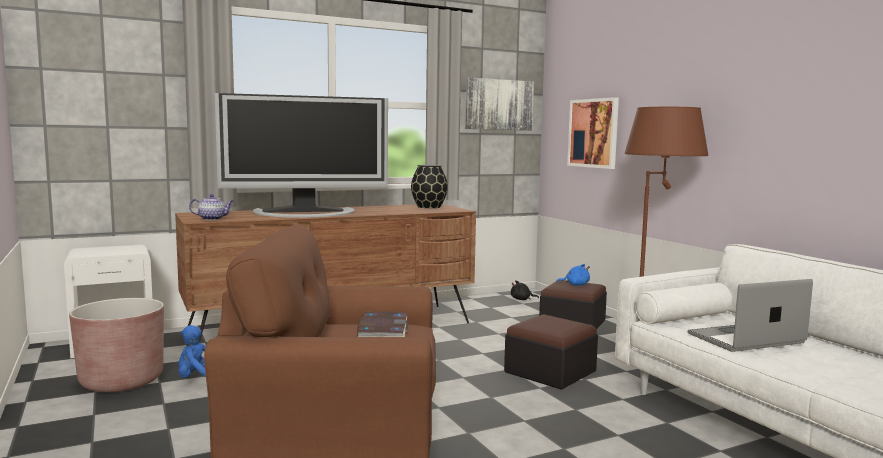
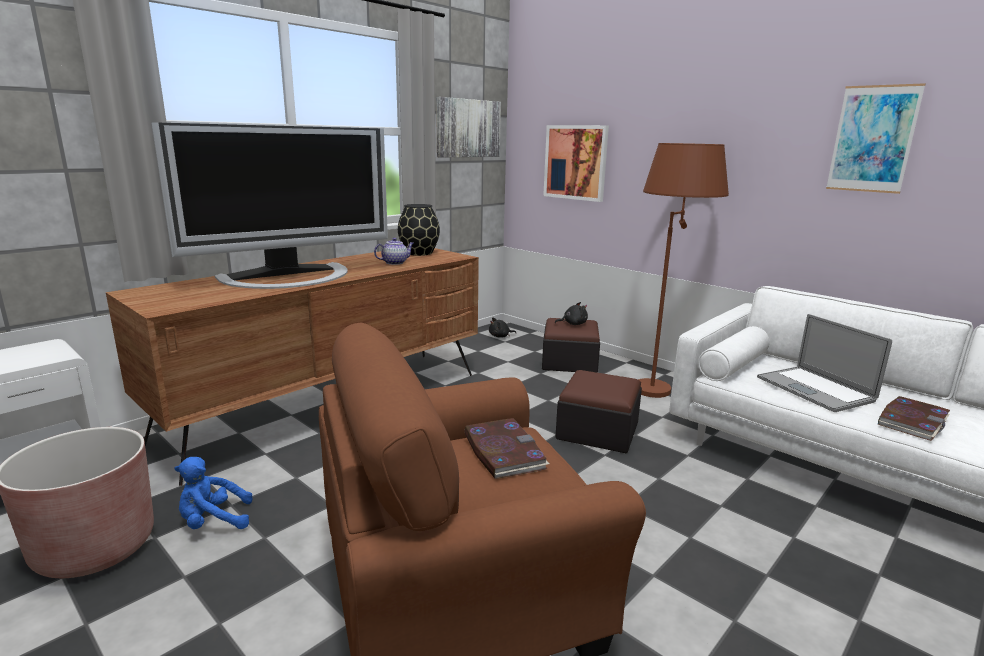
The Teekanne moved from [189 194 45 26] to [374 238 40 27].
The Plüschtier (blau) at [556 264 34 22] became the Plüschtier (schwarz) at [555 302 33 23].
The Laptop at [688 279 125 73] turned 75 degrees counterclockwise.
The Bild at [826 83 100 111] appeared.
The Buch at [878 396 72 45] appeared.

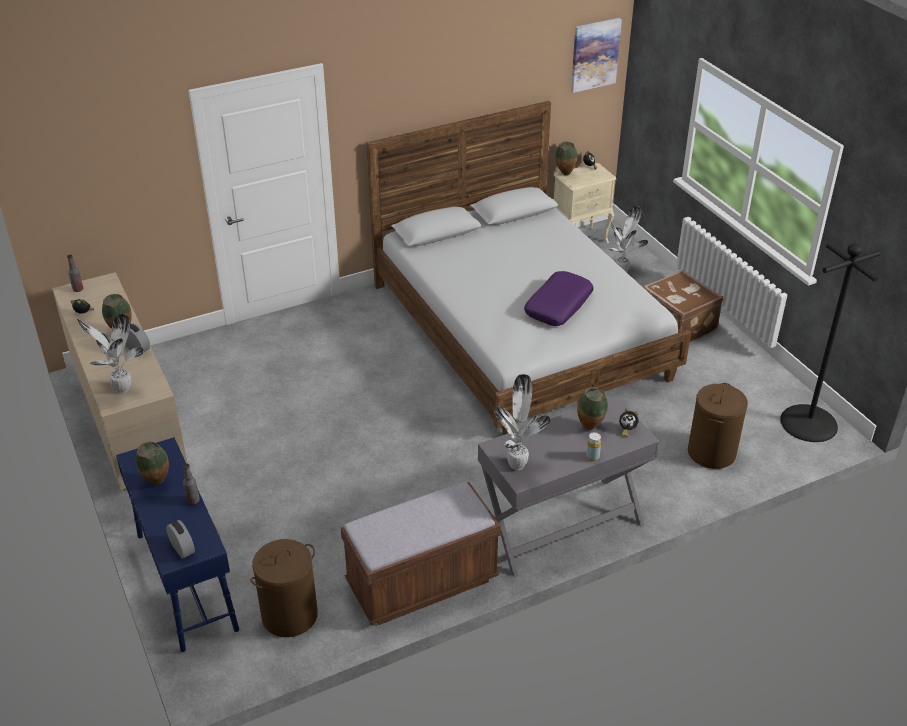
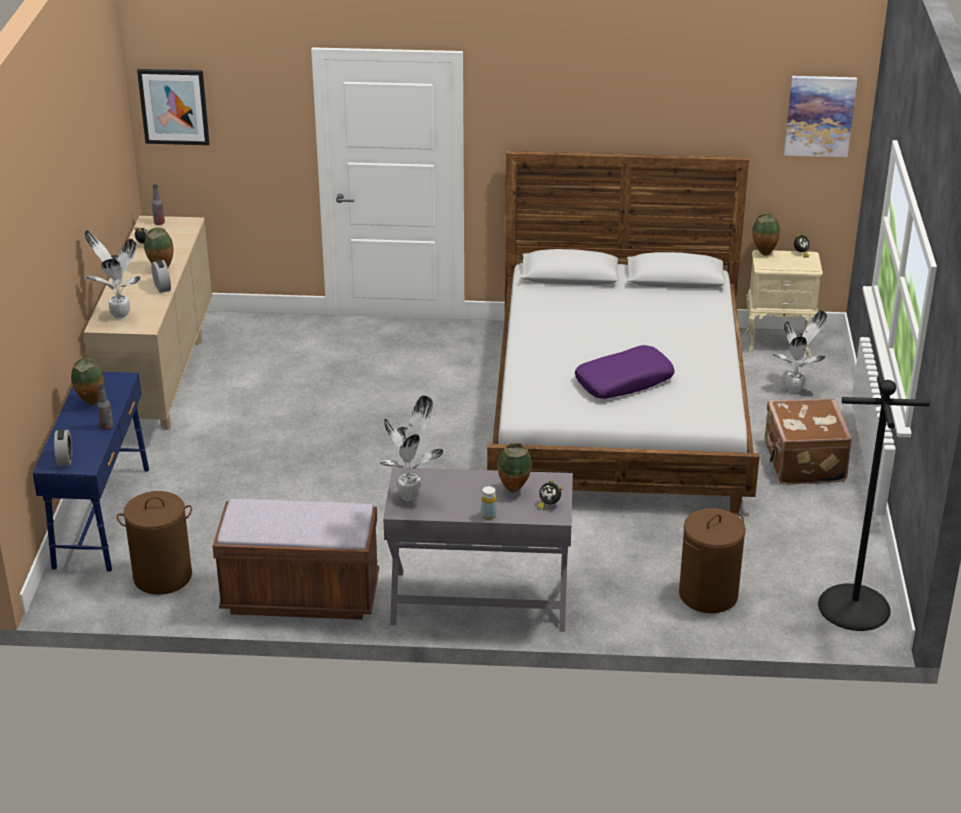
The Bild at [137 69 73 76] appeared.

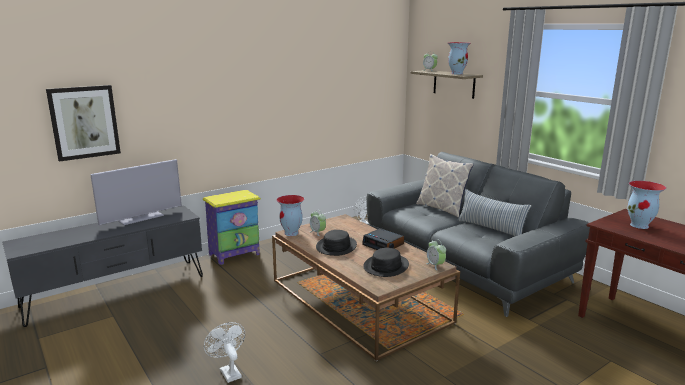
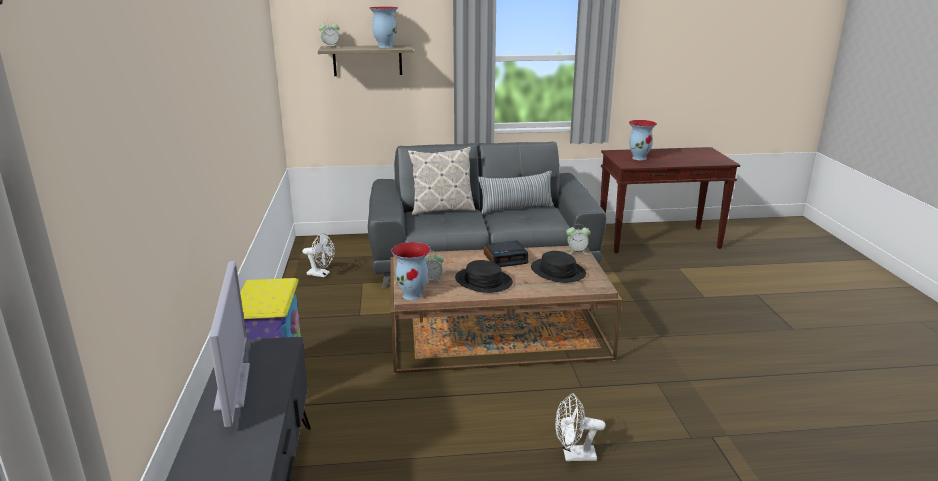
The Bild at [46 85 75 77] disappeared.

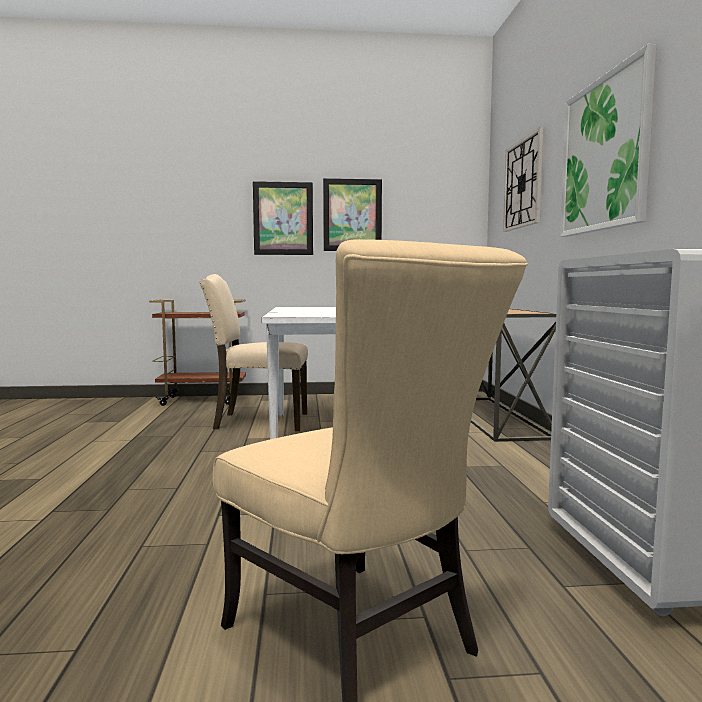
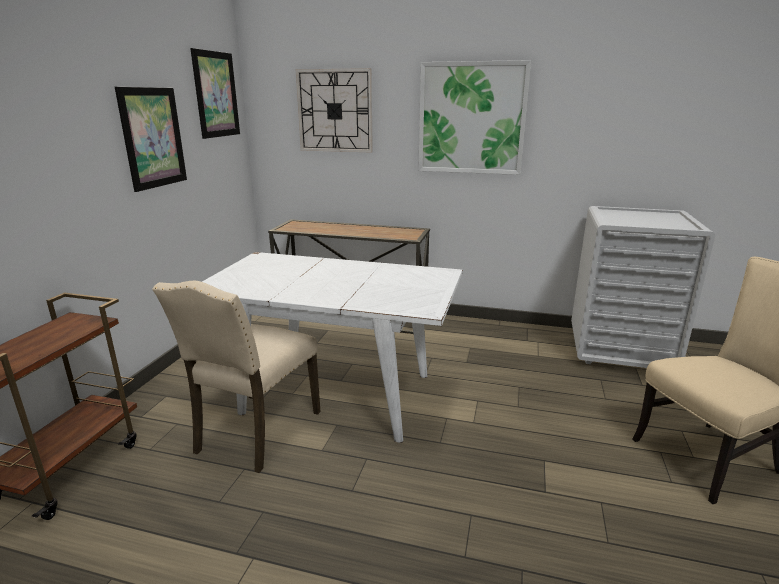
The Bild moved from [253 181 60 74] to [190 48 50 91].

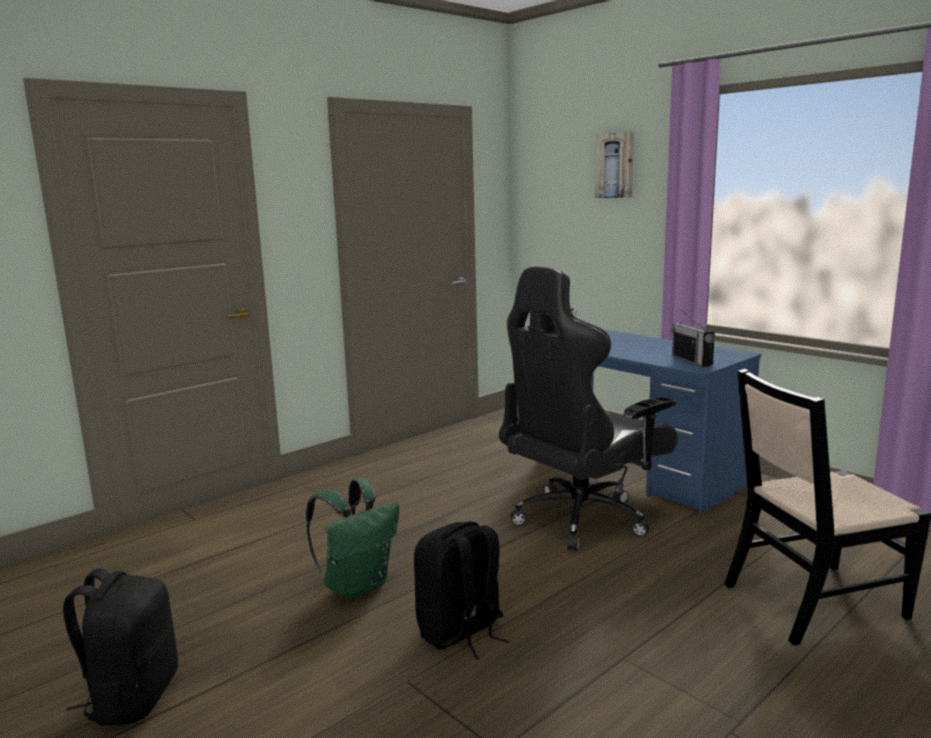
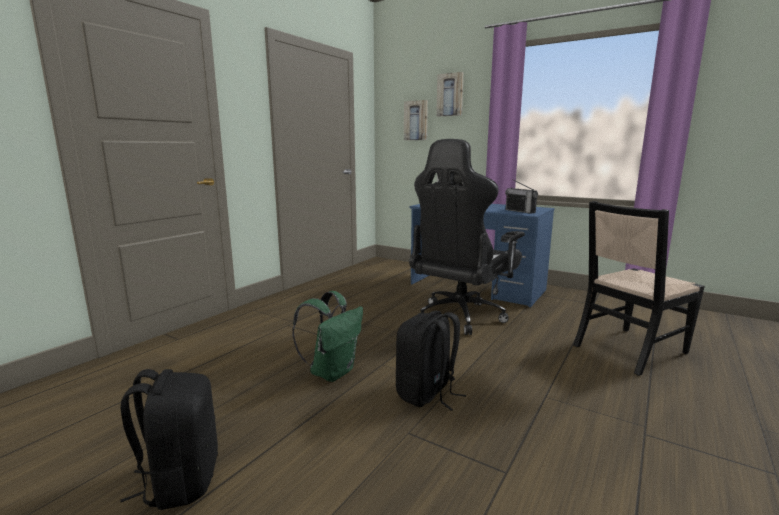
The Bild at [404 100 24 40] appeared.

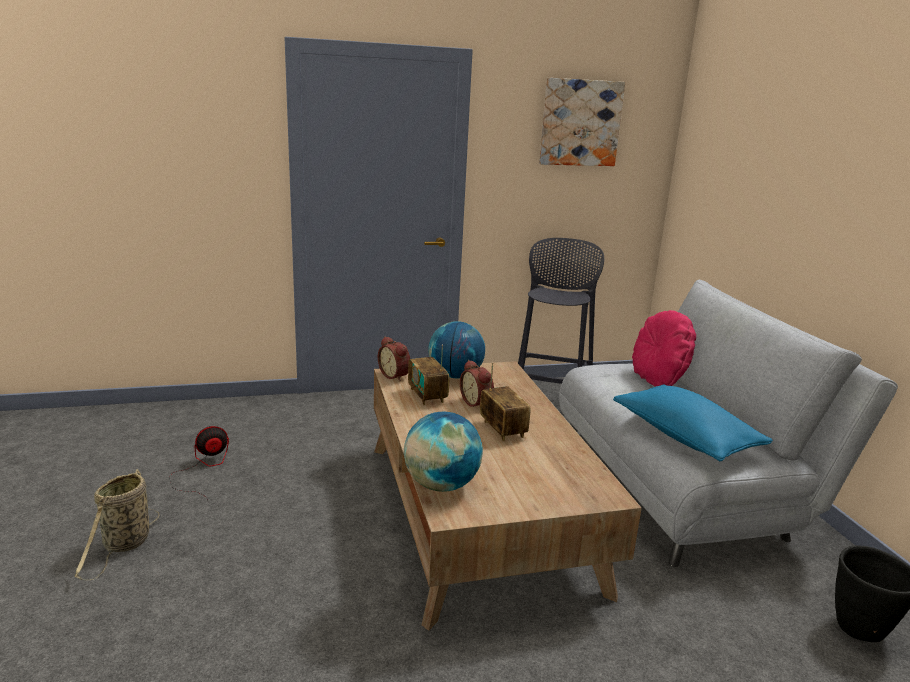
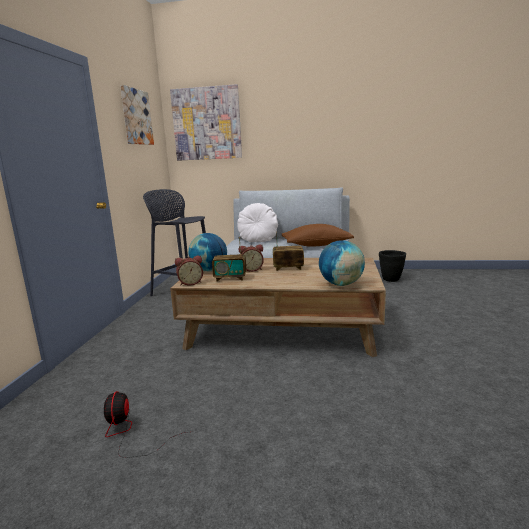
The Korb at [75 469 84 111] disappeared.
The Kissen (blau) at [613 385 160 76] became the Kissen (braun) at [282 224 72 23].
The Kissen (rosa) at [632 310 64 77] became the Kissen (weiß) at [237 203 41 39].
The Bild at [170 84 72 77] appeared.

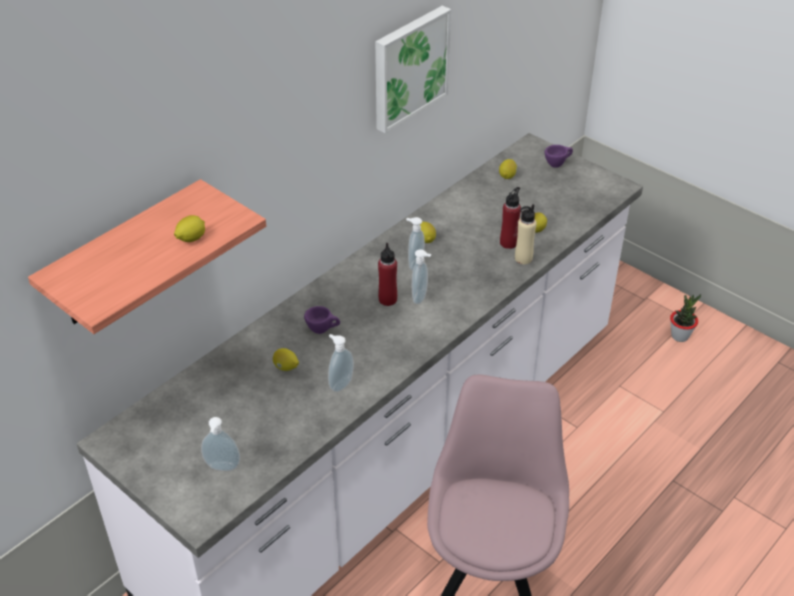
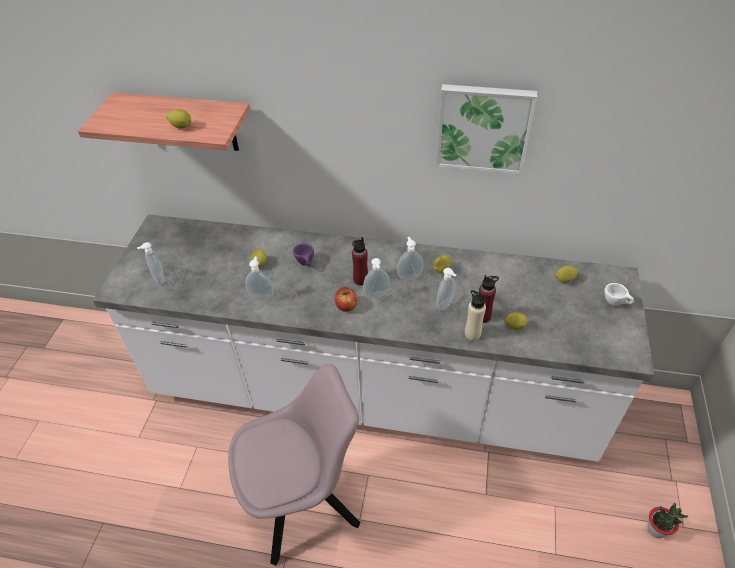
The Tasse (lila) at [545 145 28 23] became the Tasse (weiß) at [605 283 29 23].
The Apfel at [334 287 23 25] appeared.
The Seifenspender at [436 268 21 43] appeared.

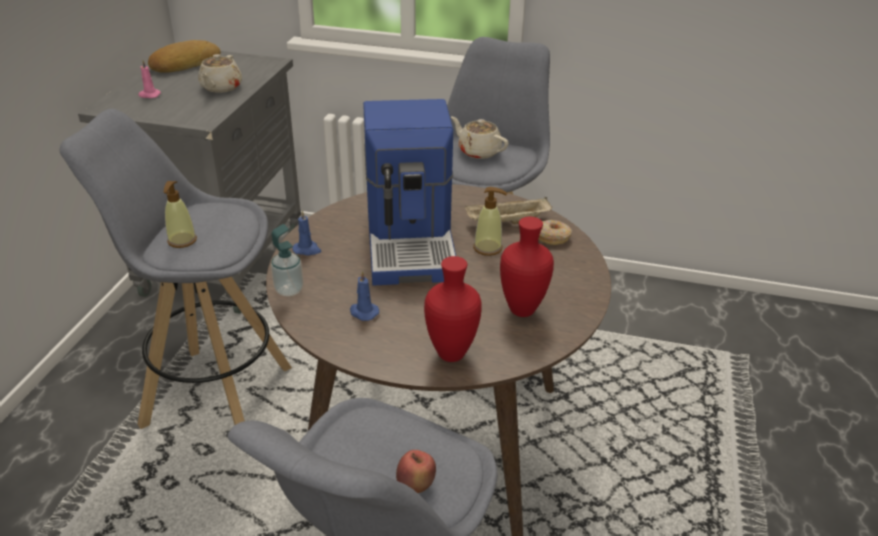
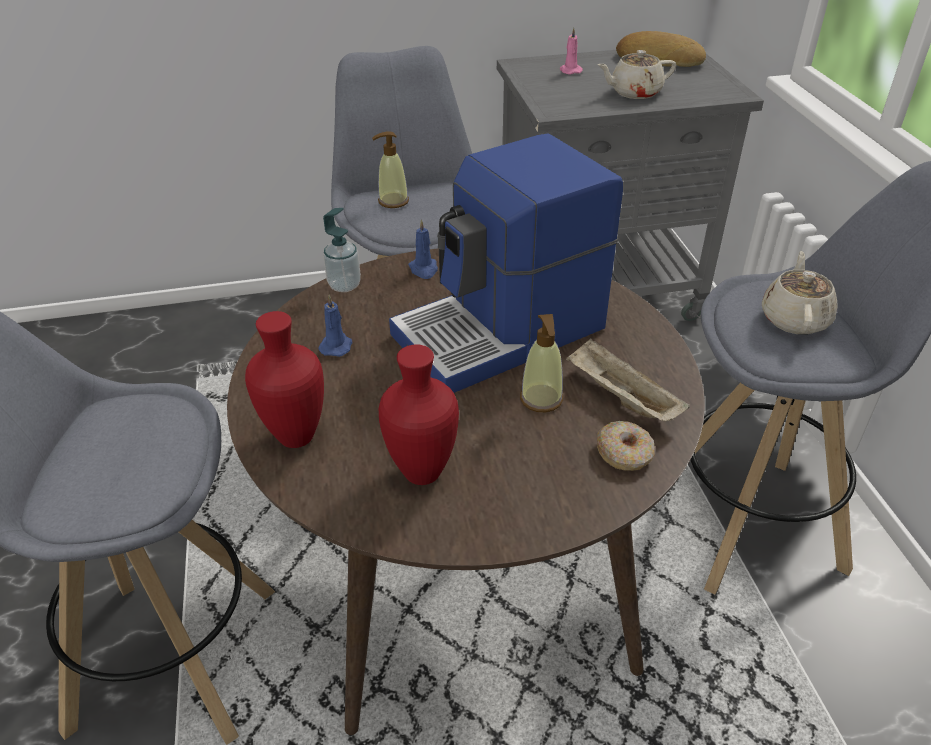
The Apfel at [396 450 40 43] disappeared.

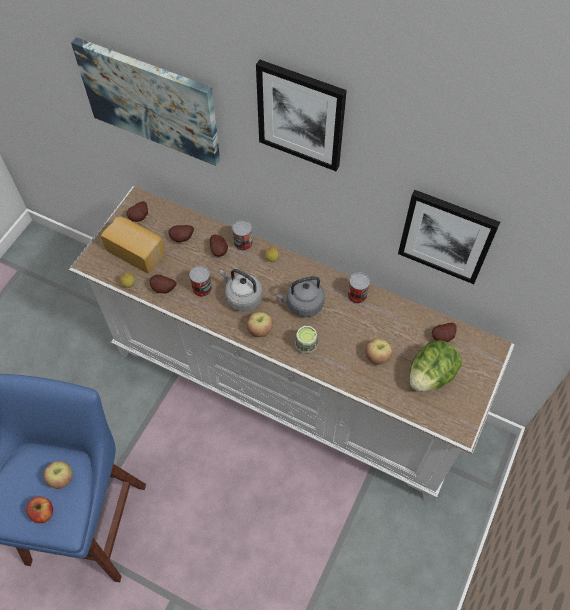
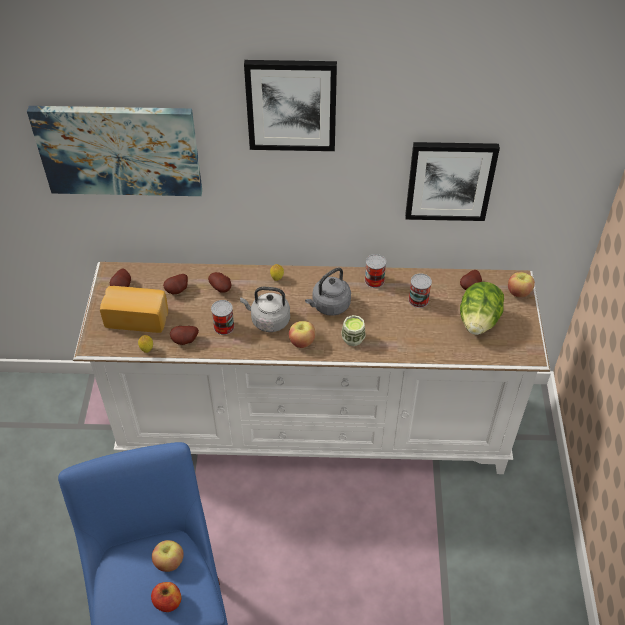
The Dose moved from [232 220 21 31] to [408 273 24 35].
The Apfel moved from [365 338 27 27] to [508 272 27 26].

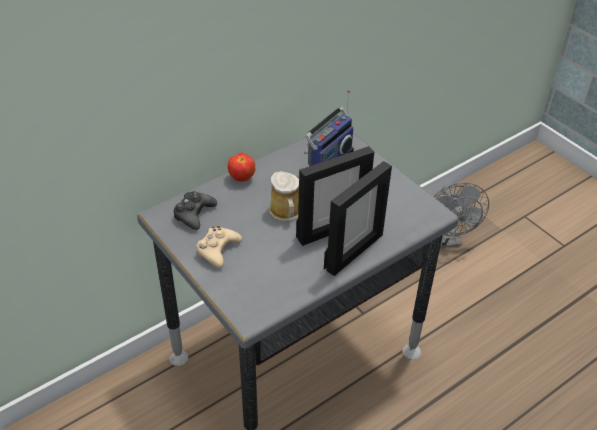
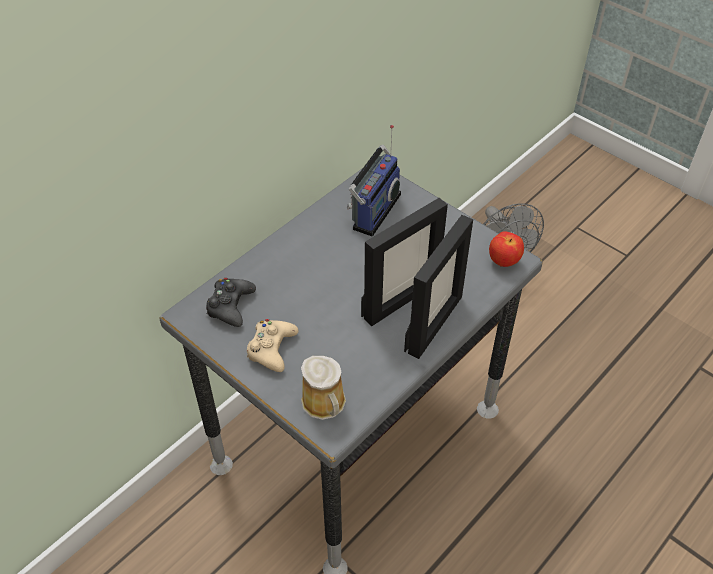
The Apfel moved from [228 153 27 28] to [489 231 35 36].
The Henkelbecher moved from [269 171 30 50] to [301 356 45 64].

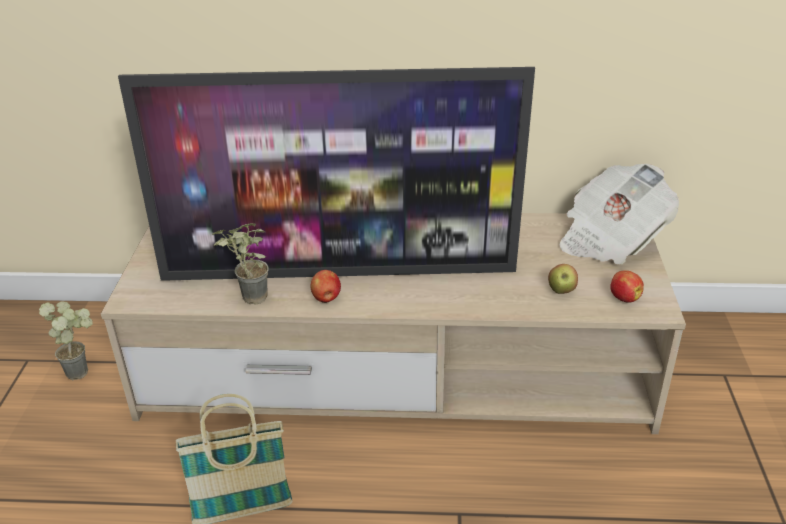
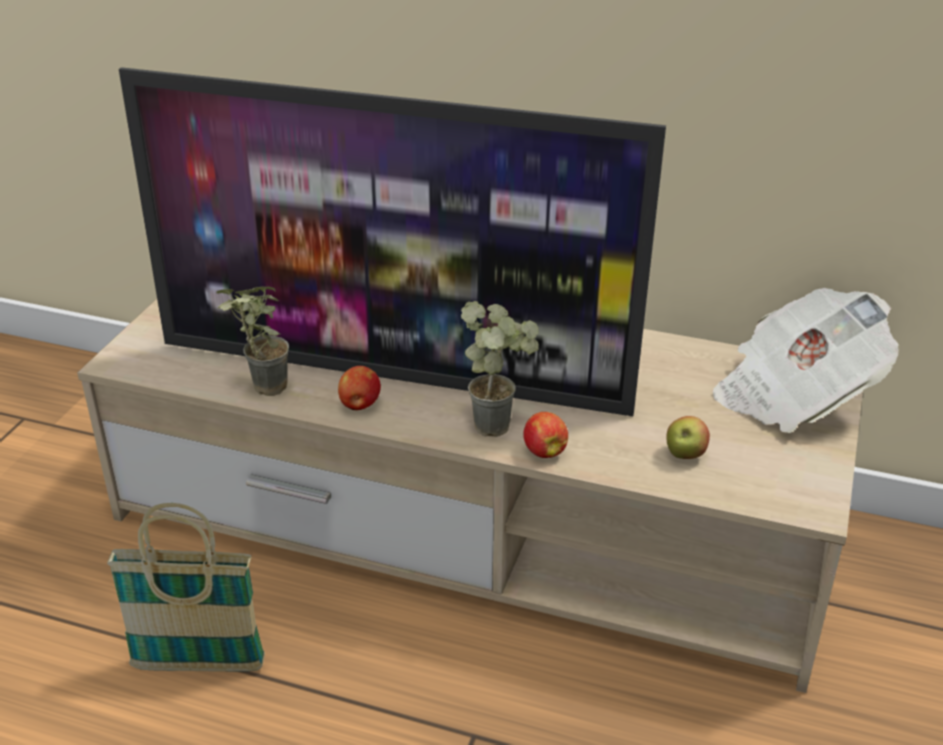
The Topfpflanze moved from [39 301 54 79] to [461 301 78 136].
The Apfel moved from [610 270 34 33] to [523 412 45 46].

